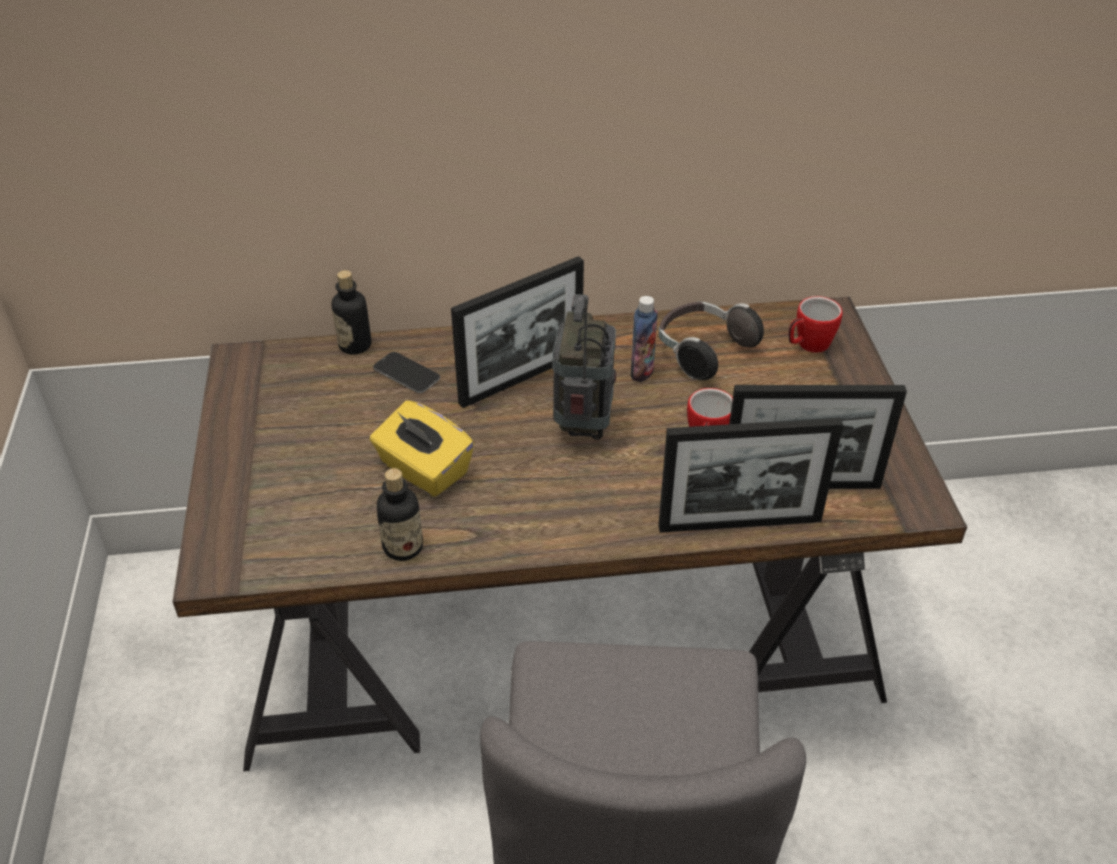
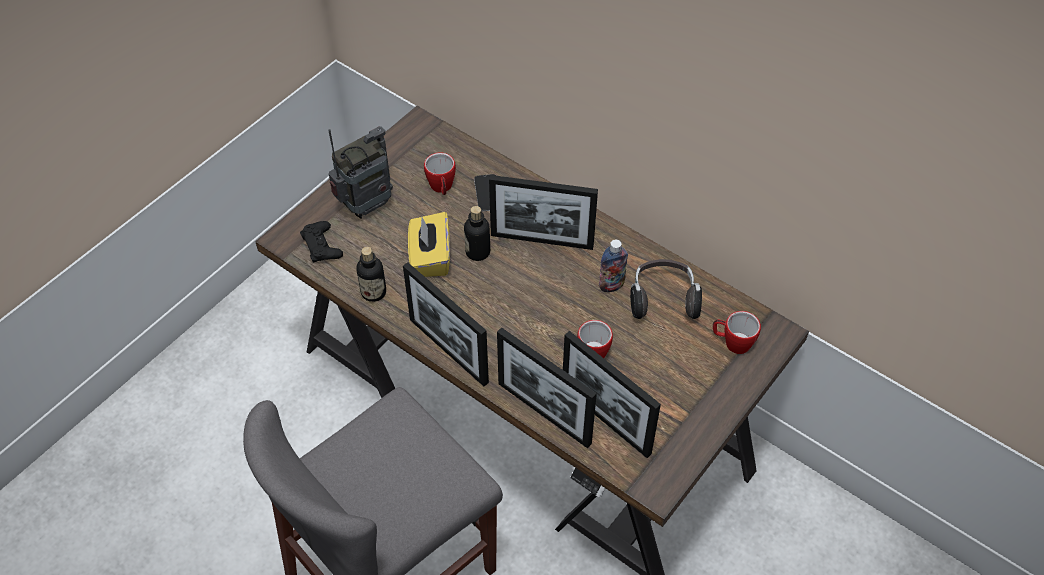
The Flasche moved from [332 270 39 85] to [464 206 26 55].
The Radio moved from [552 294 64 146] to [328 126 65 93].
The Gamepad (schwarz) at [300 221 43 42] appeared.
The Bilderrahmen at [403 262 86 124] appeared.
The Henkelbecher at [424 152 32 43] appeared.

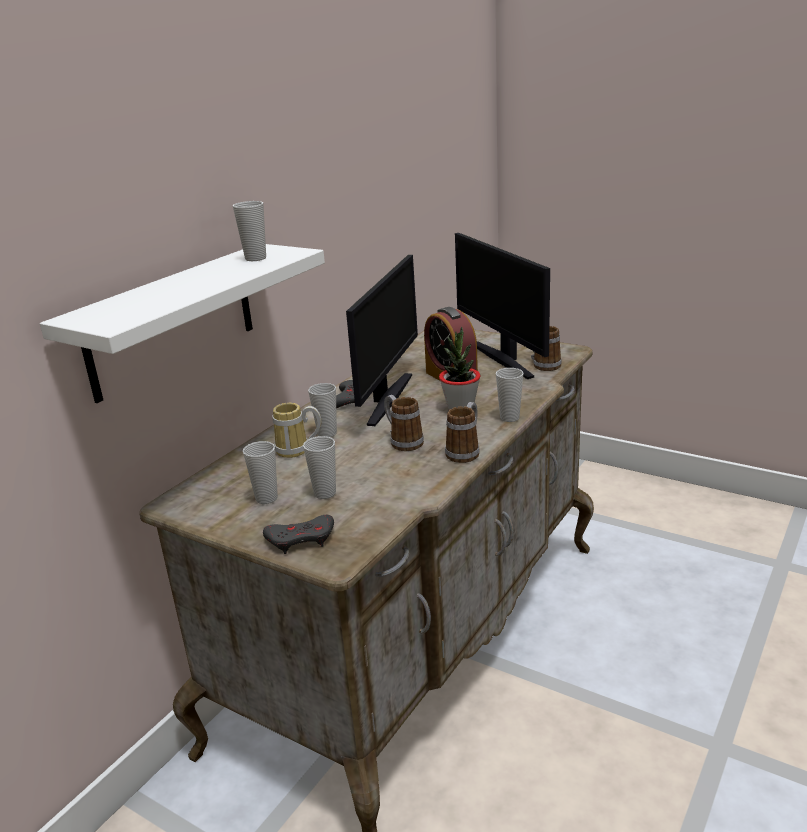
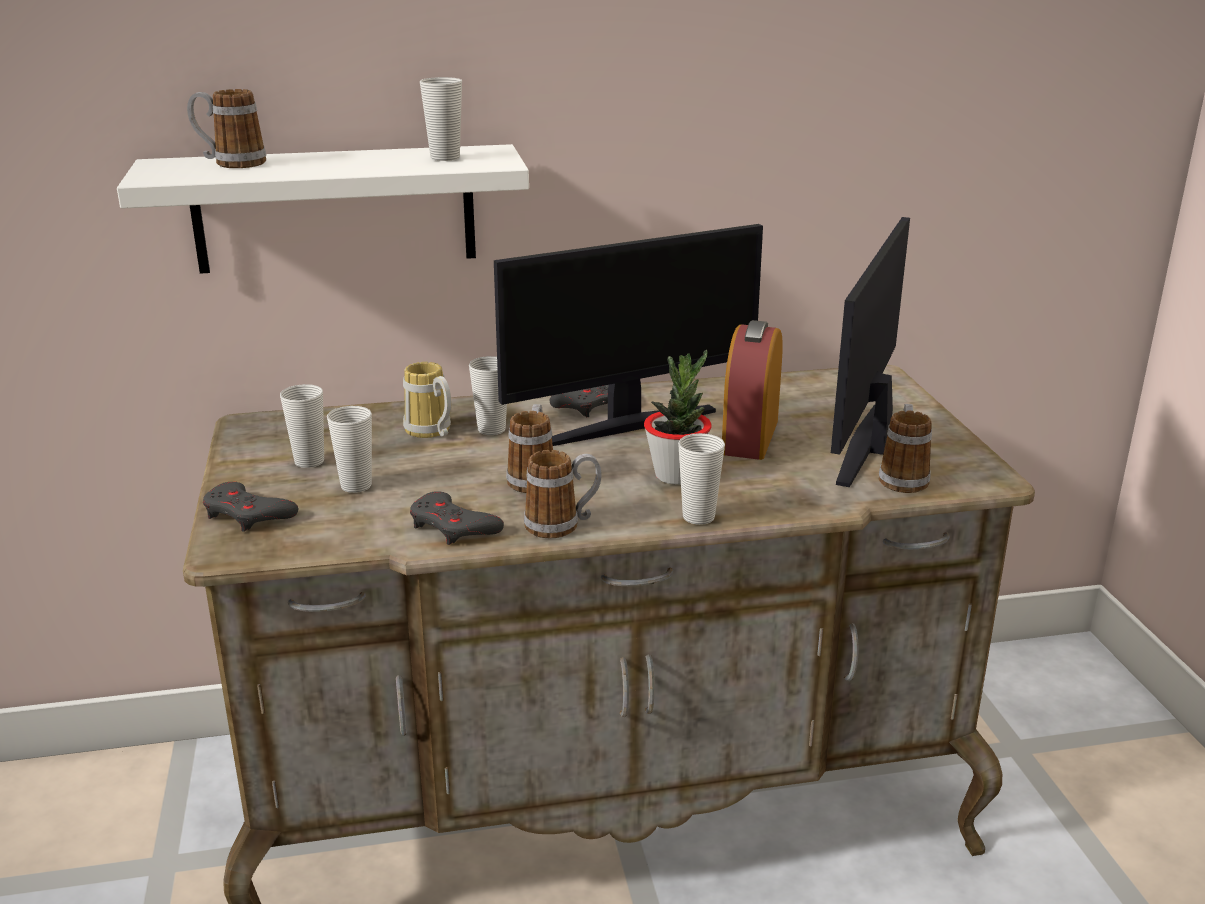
The Henkelbecher at [187 89 79 79] appeared.
The Gamepad (grau) at [410 491 94 54] appeared.

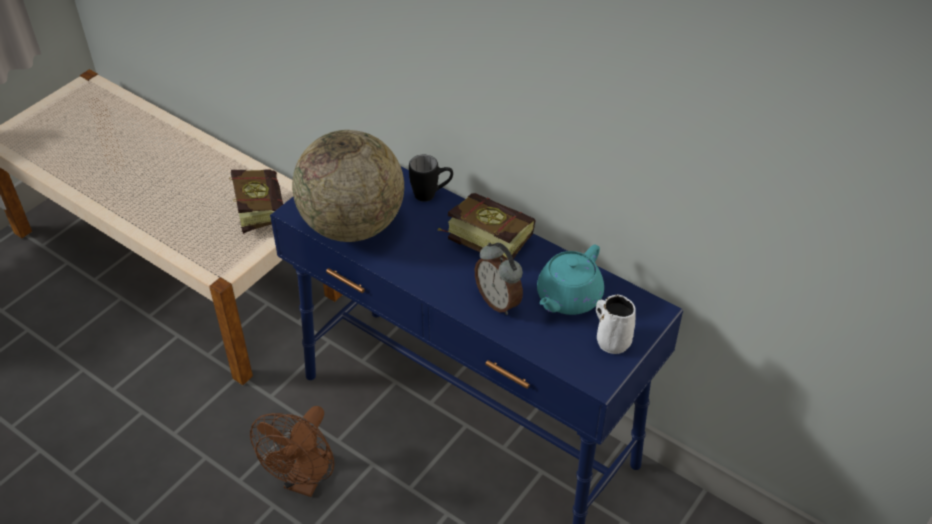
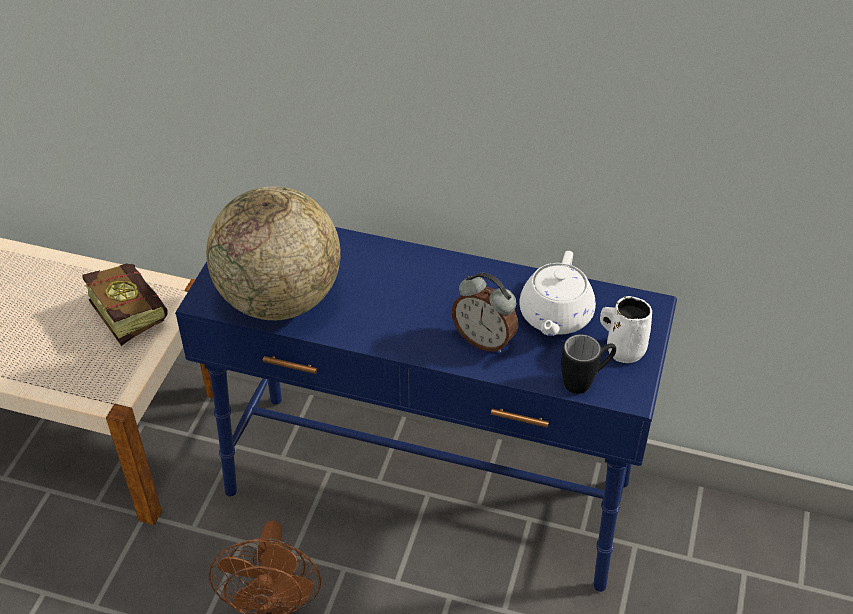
The Henkelbecher (schwarz) moved from [409 155 44 47] to [561 334 55 60].
The Buch at [438 193 98 66] disappeared.
The Teekanne (türkis) at [537 245 67 70] became the Teekanne (weiß) at [519 251 77 85].

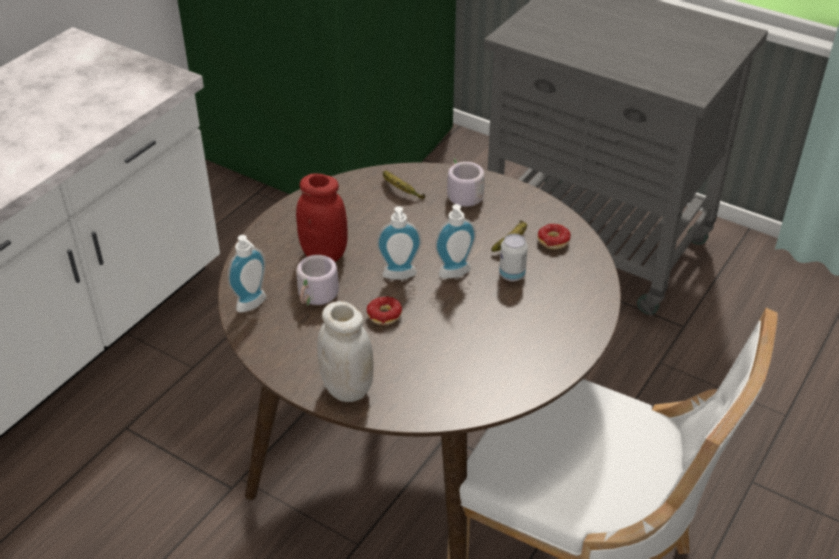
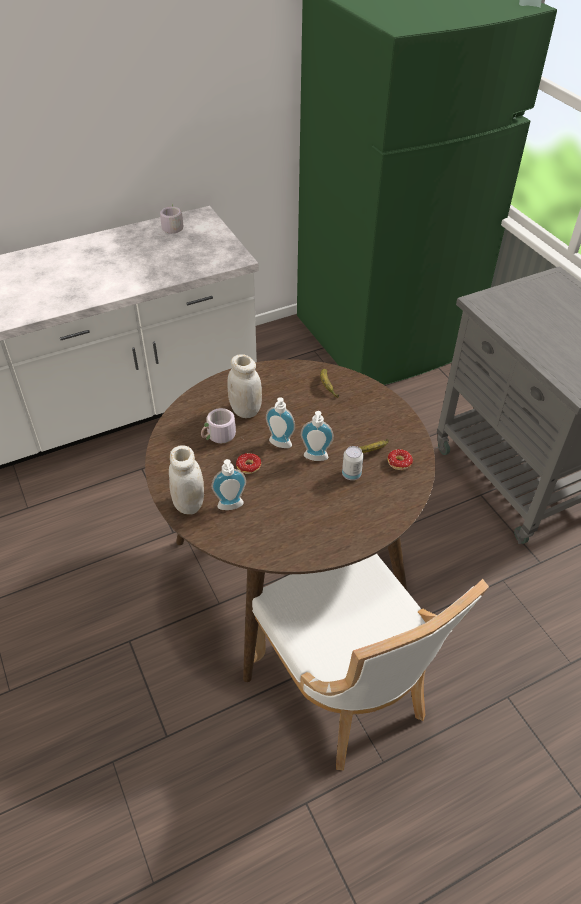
The Seifenspender moved from [228 235 38 77] to [211 459 35 51].
The Vorratsglas (rot) at [296 173 52 89] became the Vorratsglas (weiß) at [227 354 35 64].
The Henkelbecher (grau) moved from [447 158 38 49] to [157 203 26 32].

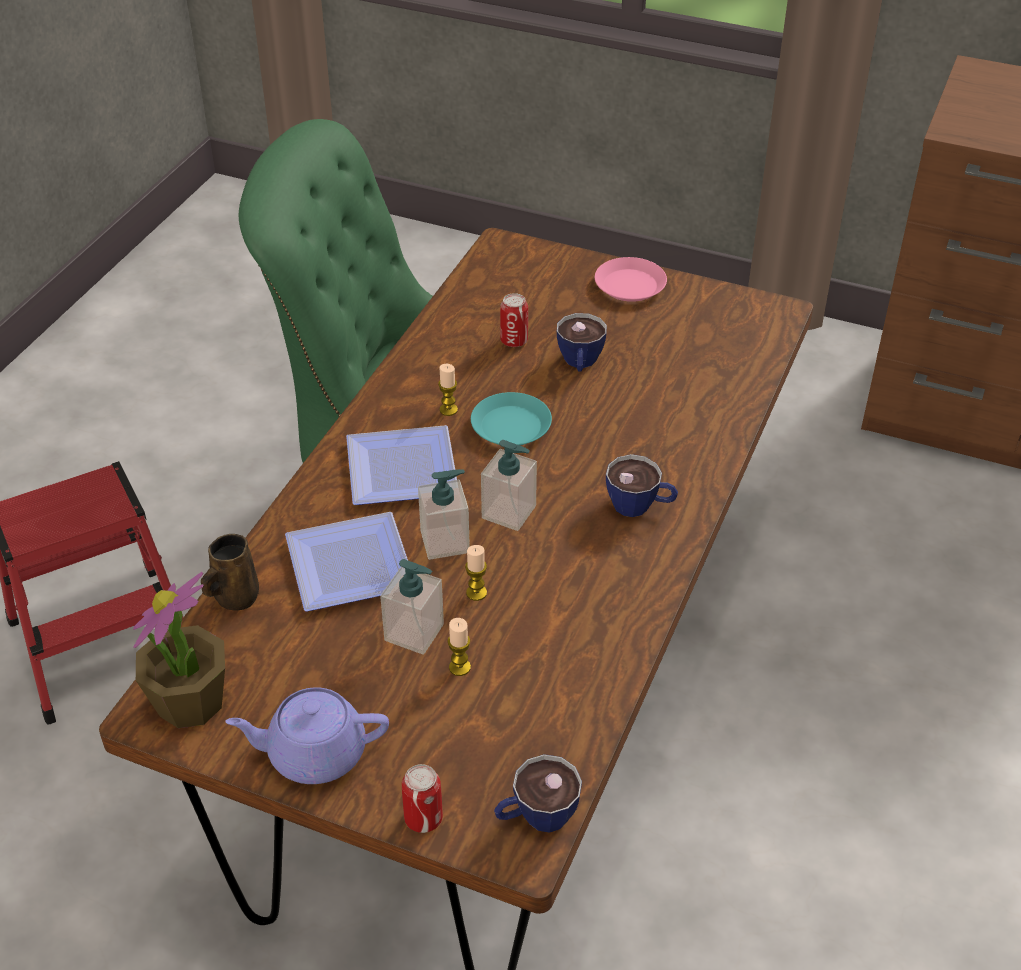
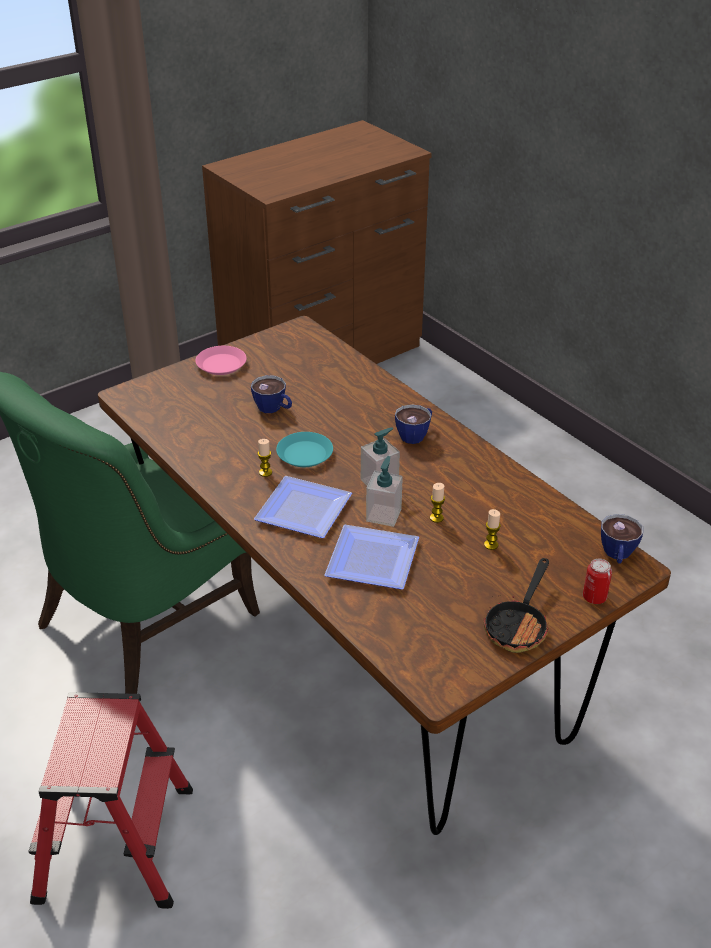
The Topfpflanze at [133 572 92 156] disappeared.
The Henkelbecher (braun) at [201 534 58 77] disappeared.
The Teekanne (lila) at [225 687 164 97] was replaced by the Pfanne at [484 558 65 95].
The Seifenspender at [380 559 64 96] disappeared.
The Dose at [500 293 28 54] disappeared.

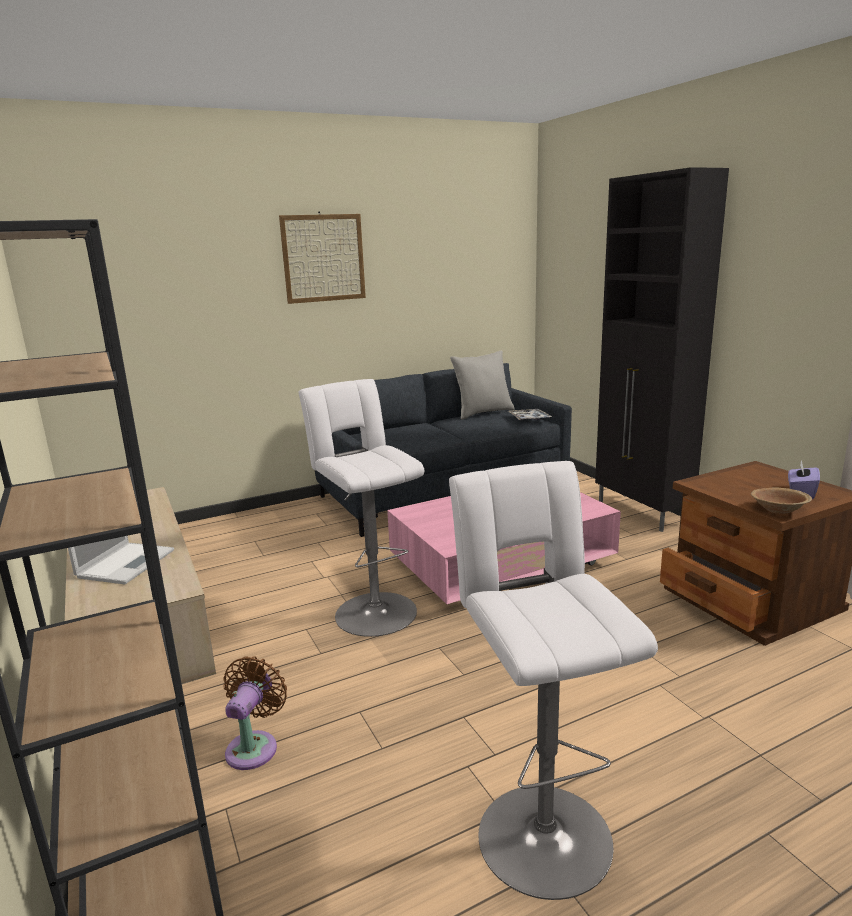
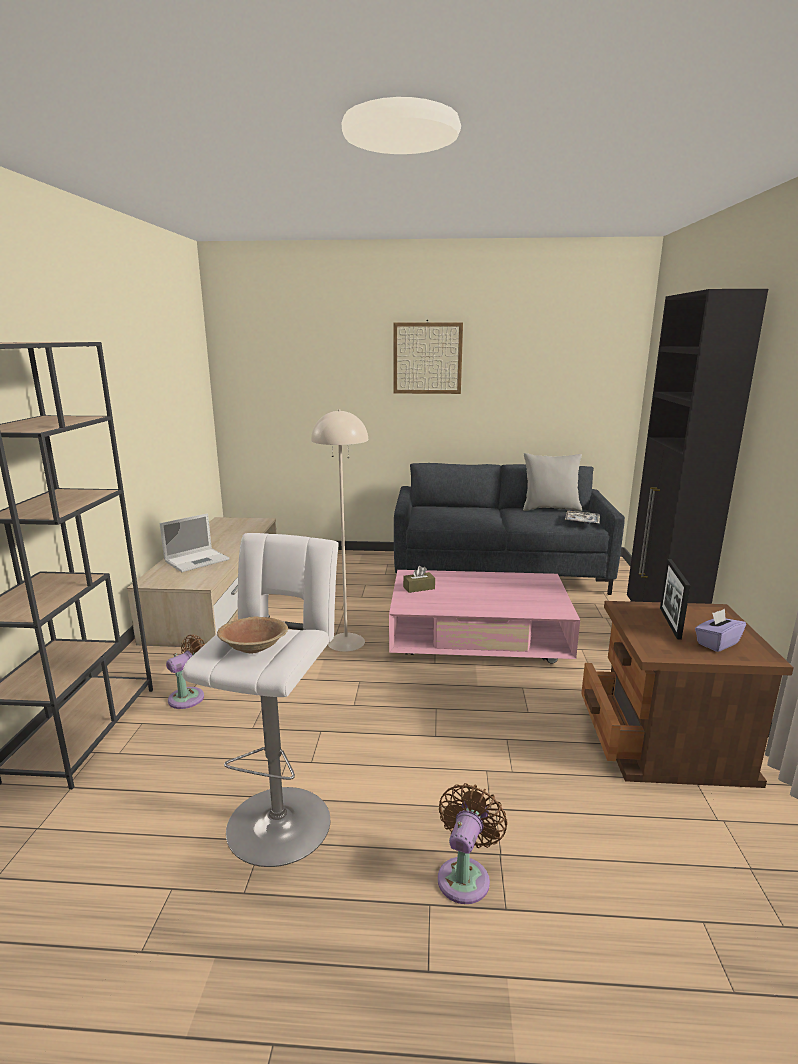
The Hocker (weiß) at [299 379 125 258] was replaced by the Stehlampe (beige) at [311 409 57 243].
The Schüssel (braun) moved from [751 488 61 26] to [217 616 71 37].
The Taschentuchbox (braun) at [403 566 32 27] appeared.
The Ventilator (braun) at [438 783 70 121] appeared.
The Bilderrahmen at [660 559 31 81] appeared.

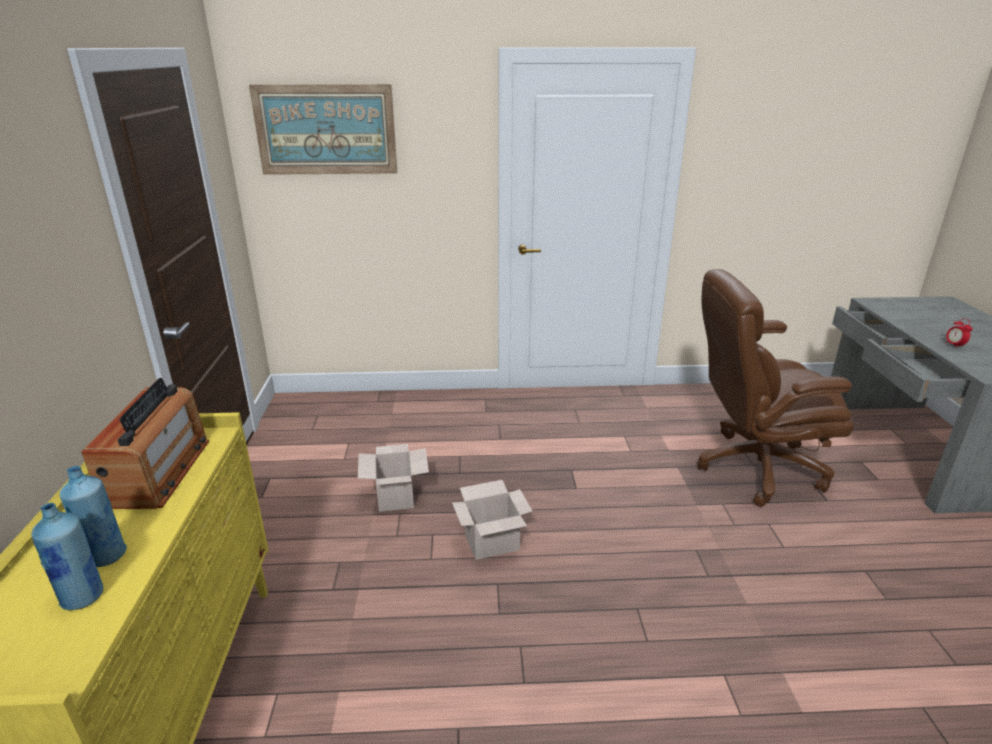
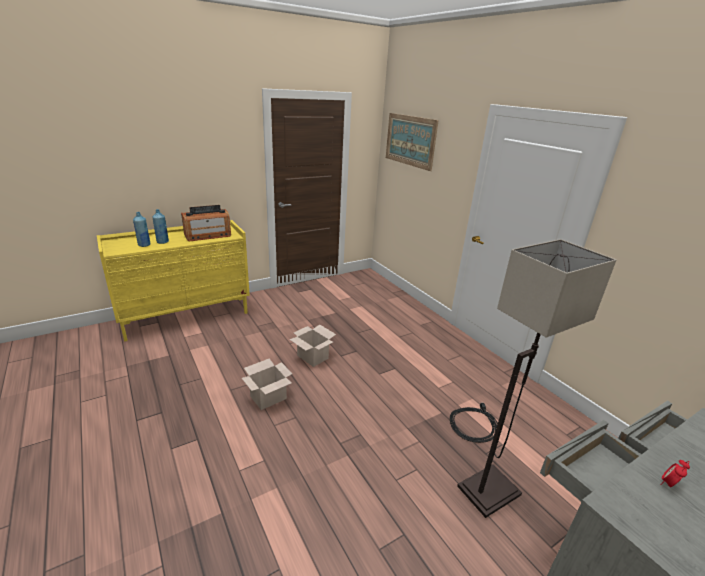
The Karton moved from [358 444 71 68] to [242 359 51 51].
The Bürostuhl (braun) at [698 269 156 238] was replaced by the Stehlampe at [450 239 166 279].

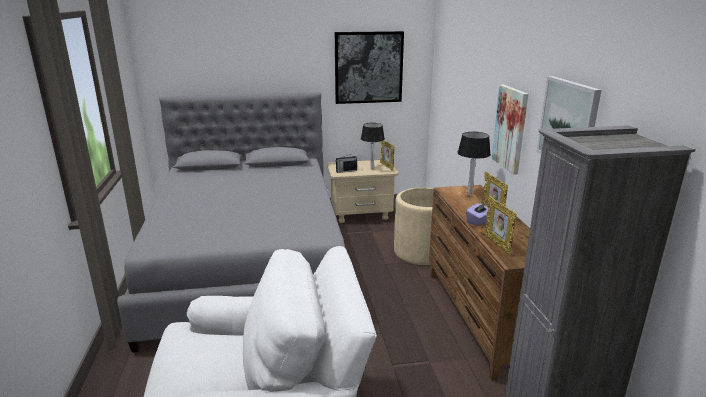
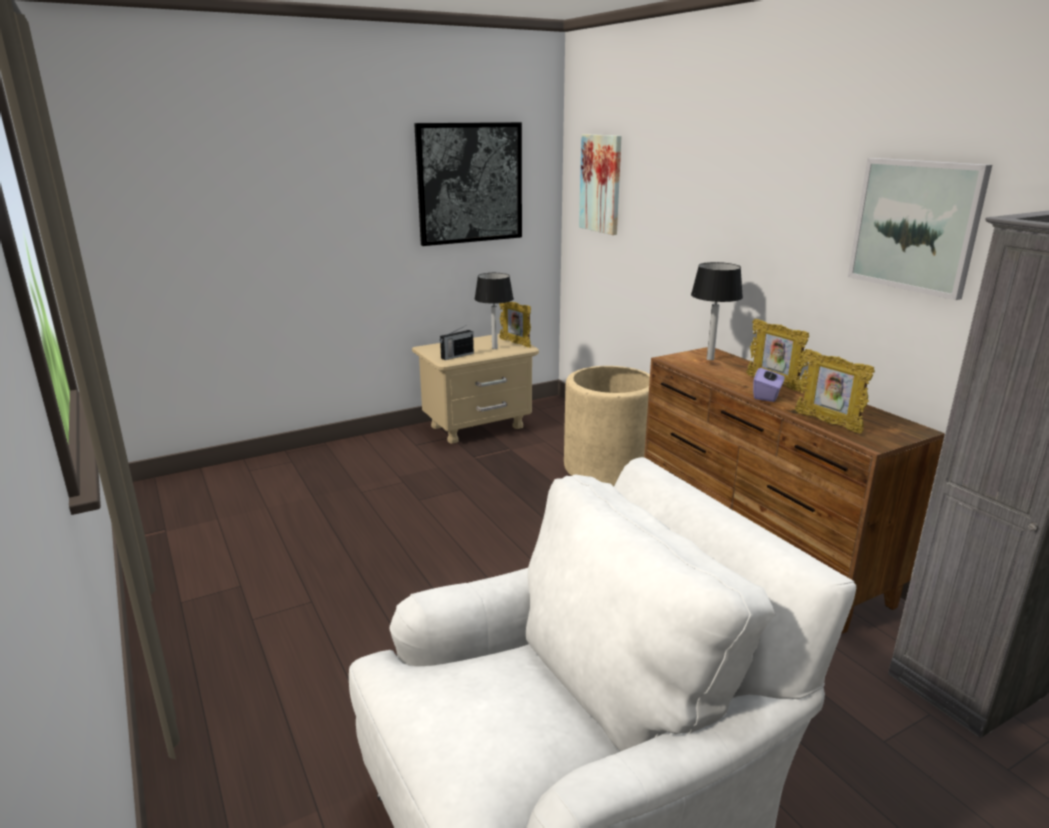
The Bett (grau) at [117 92 229 260] disappeared.
The Bild moved from [491 85 37 90] to [579 134 43 101].

